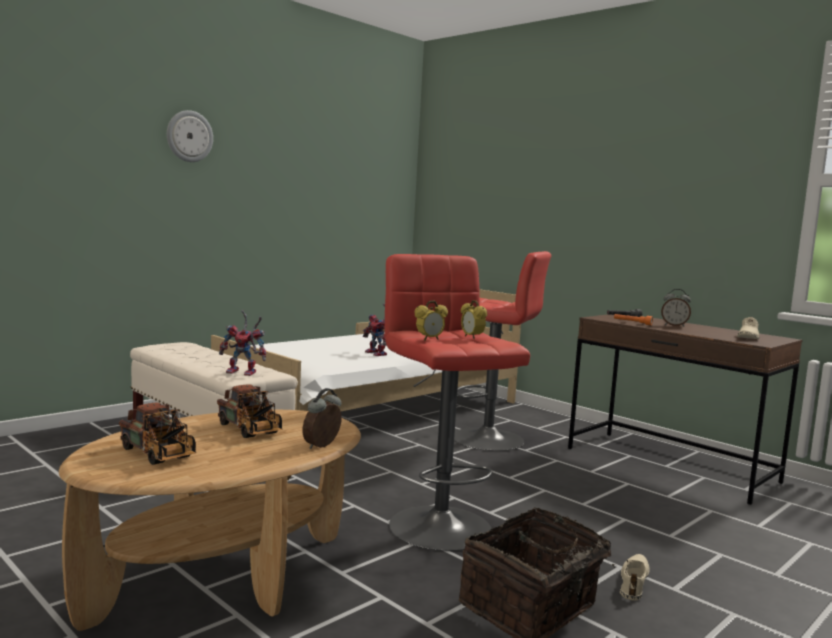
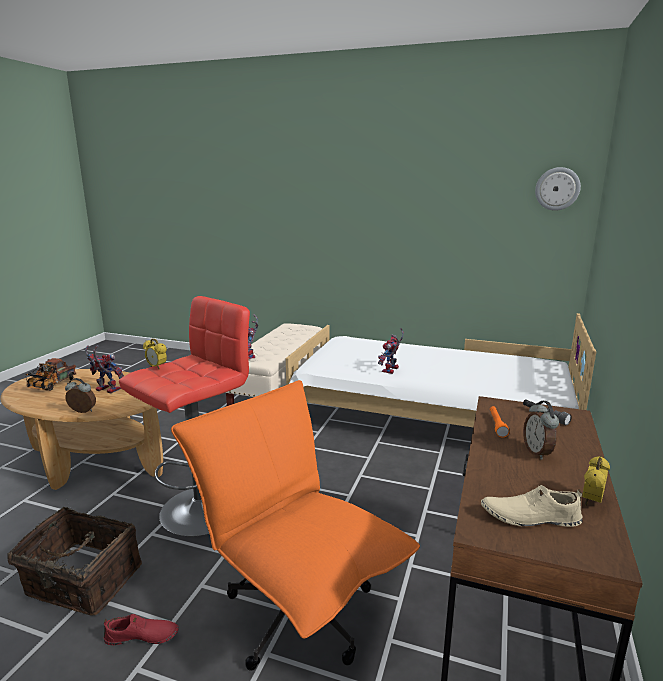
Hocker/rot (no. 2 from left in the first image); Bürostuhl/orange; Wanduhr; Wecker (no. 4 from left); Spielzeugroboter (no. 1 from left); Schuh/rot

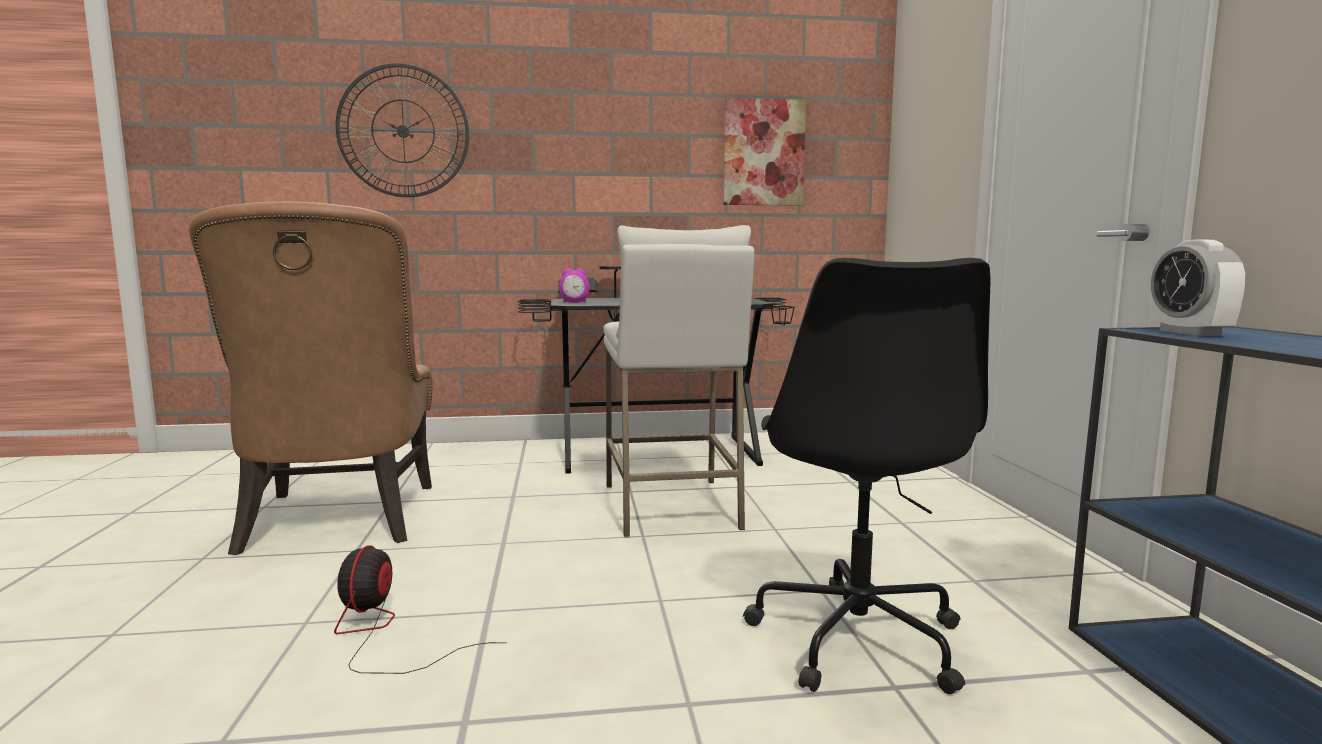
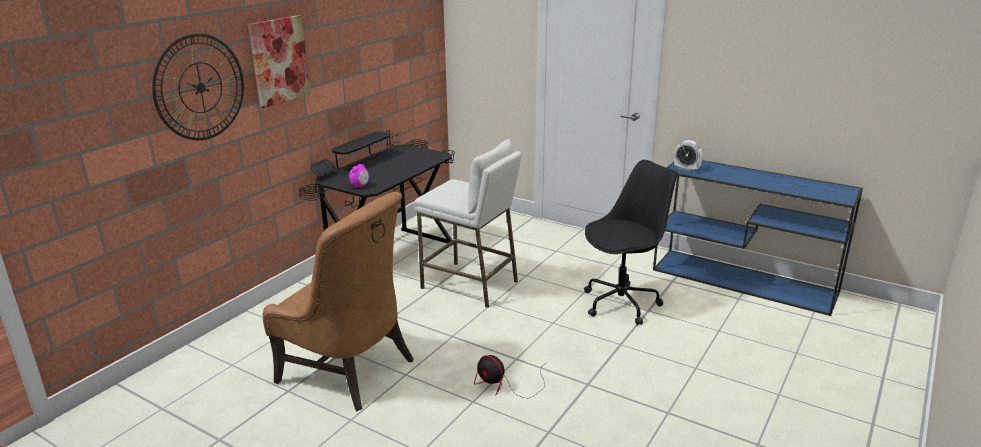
Bild; Bürostuhl/schwarz

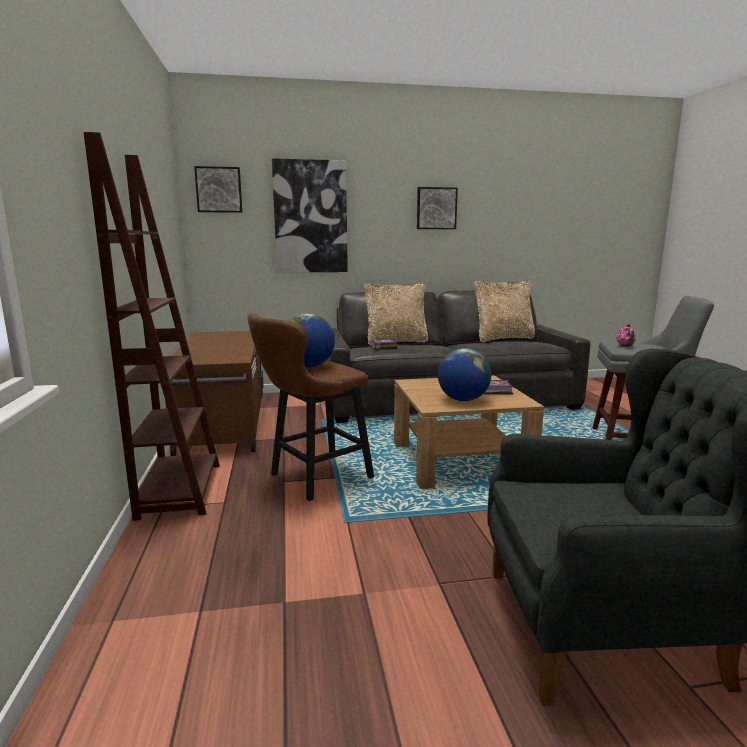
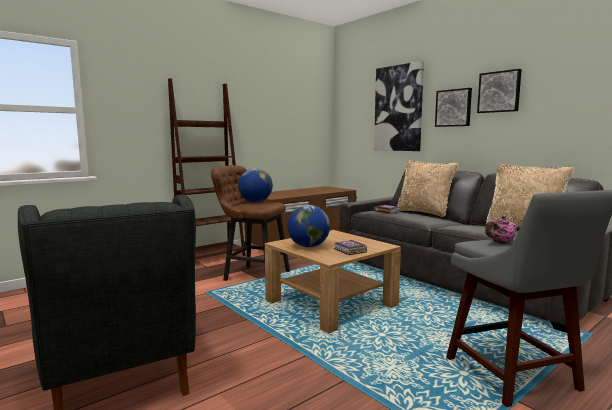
Bild (no. 2 from left)

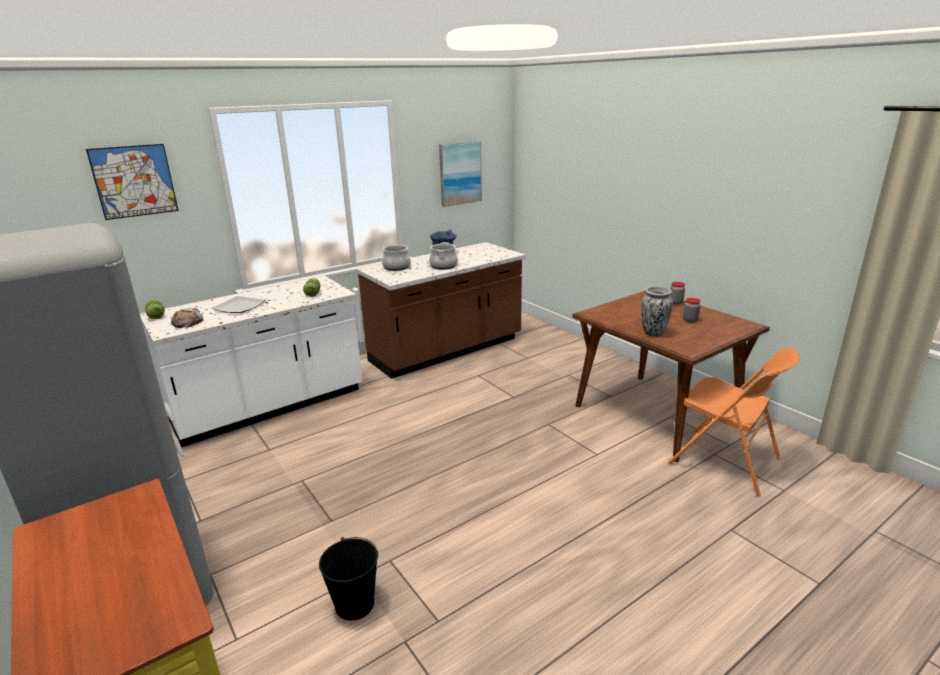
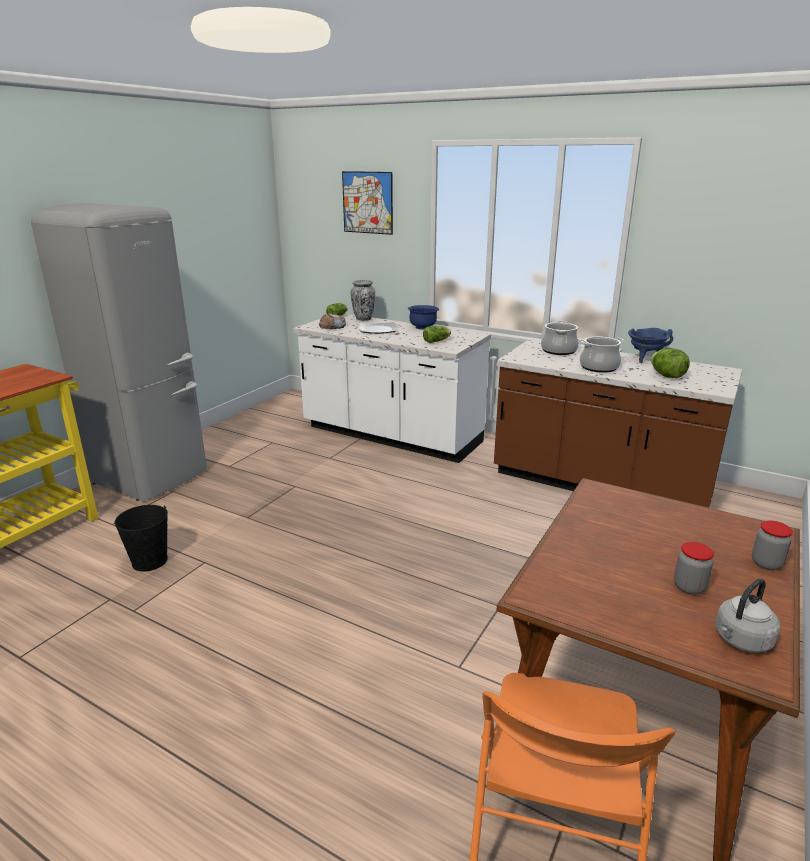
Bild (no. 2 from left in the first image); Schüssel/blau; Salatkopf (no. 3 from left); Wasserkessel/grau; Vase

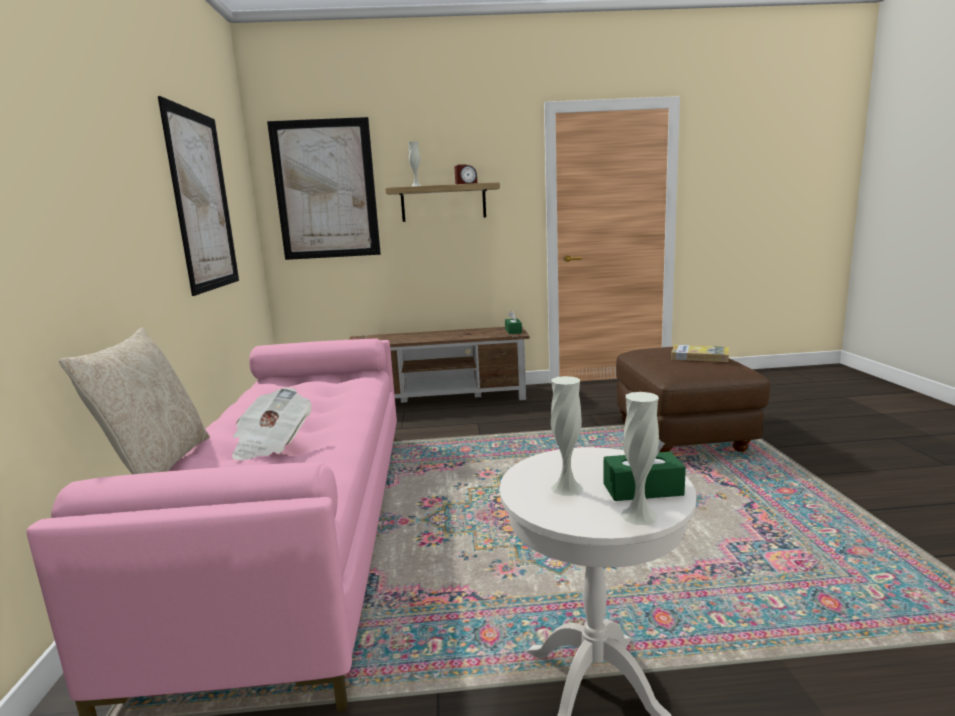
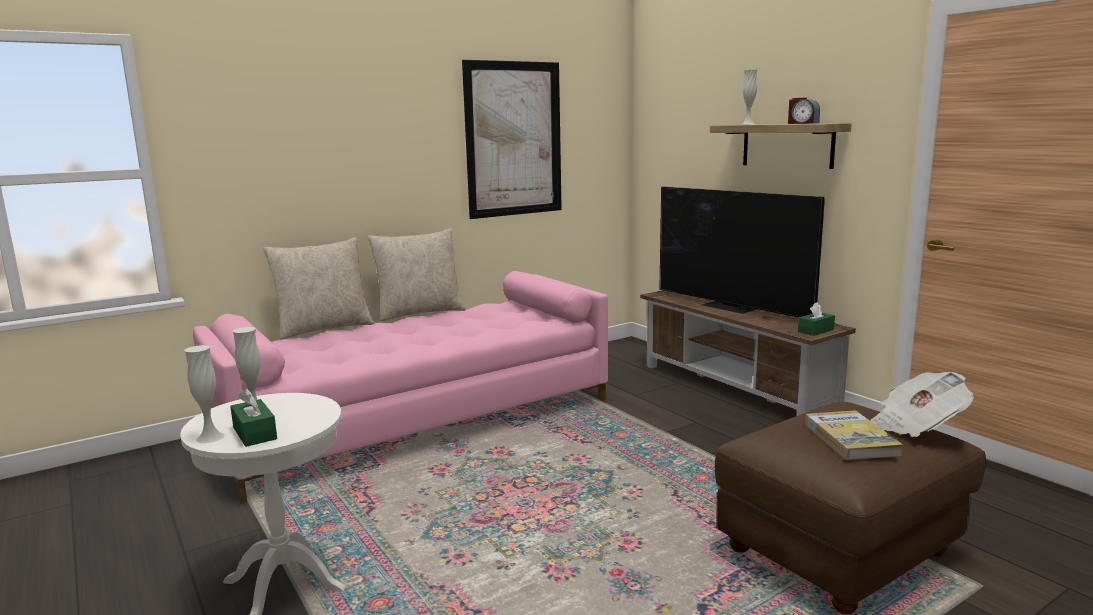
Bild (no. 2 from left in the first image); Kissen/beige (no. 2 from left); Fernseher; Zeitung

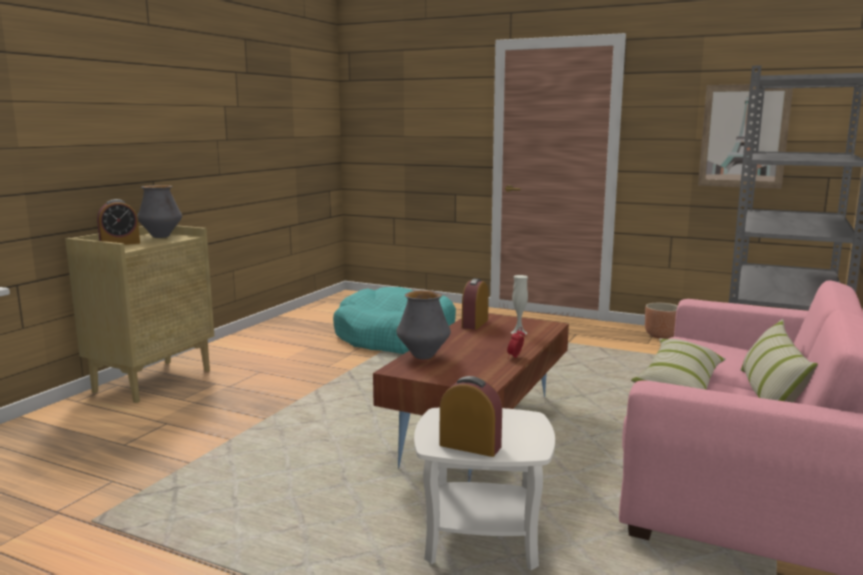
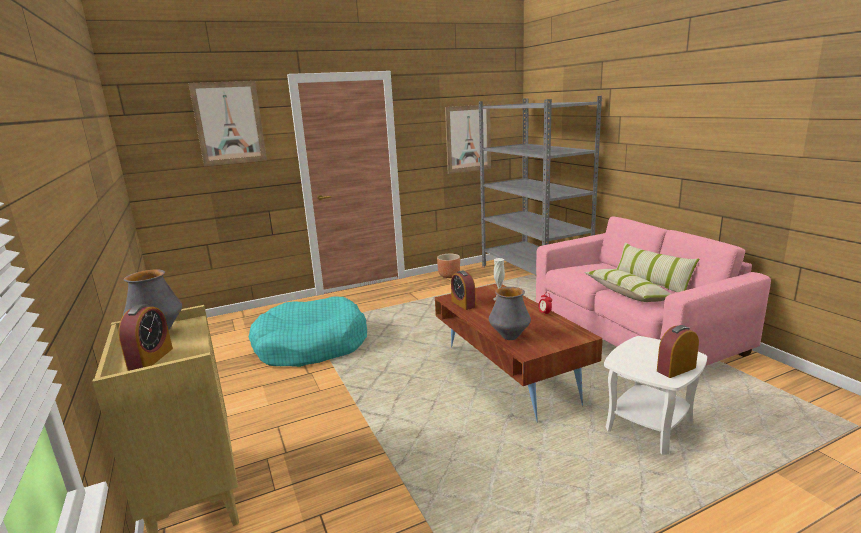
Bild (no. 1 from left)

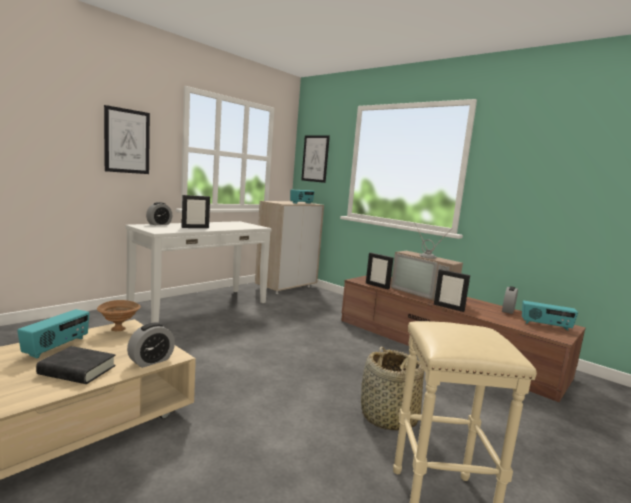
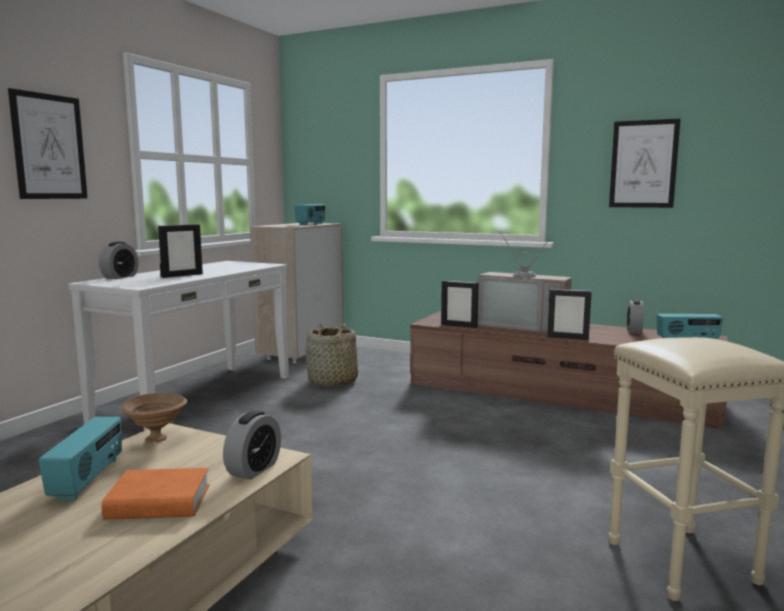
Bild (no. 2 from left); Korb; Buch/orange

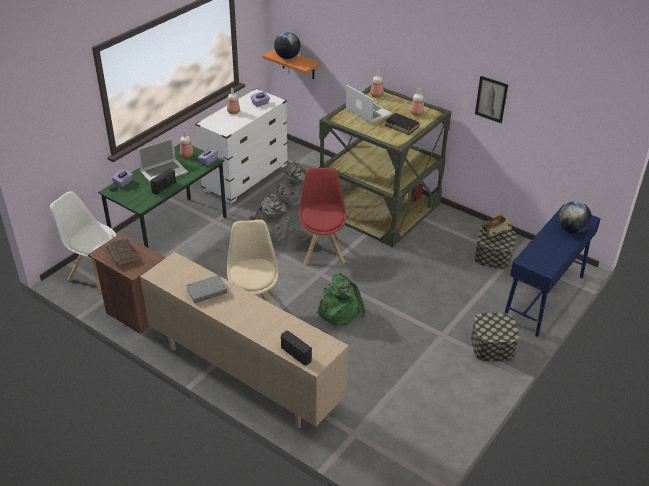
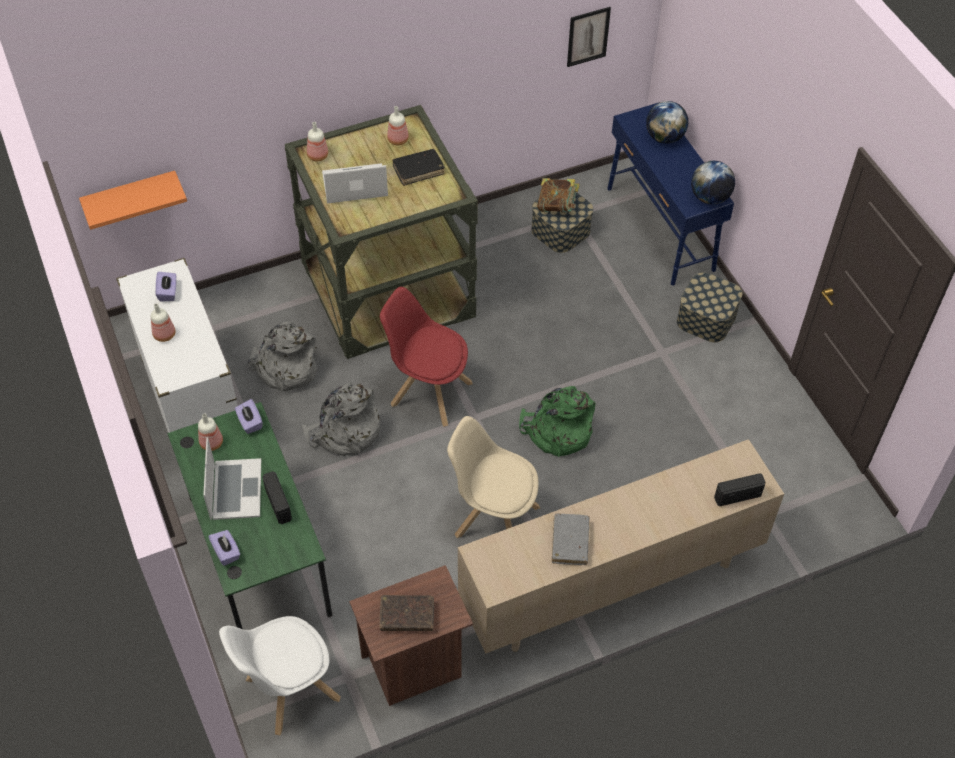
Globus (no. 2 from left); Bild

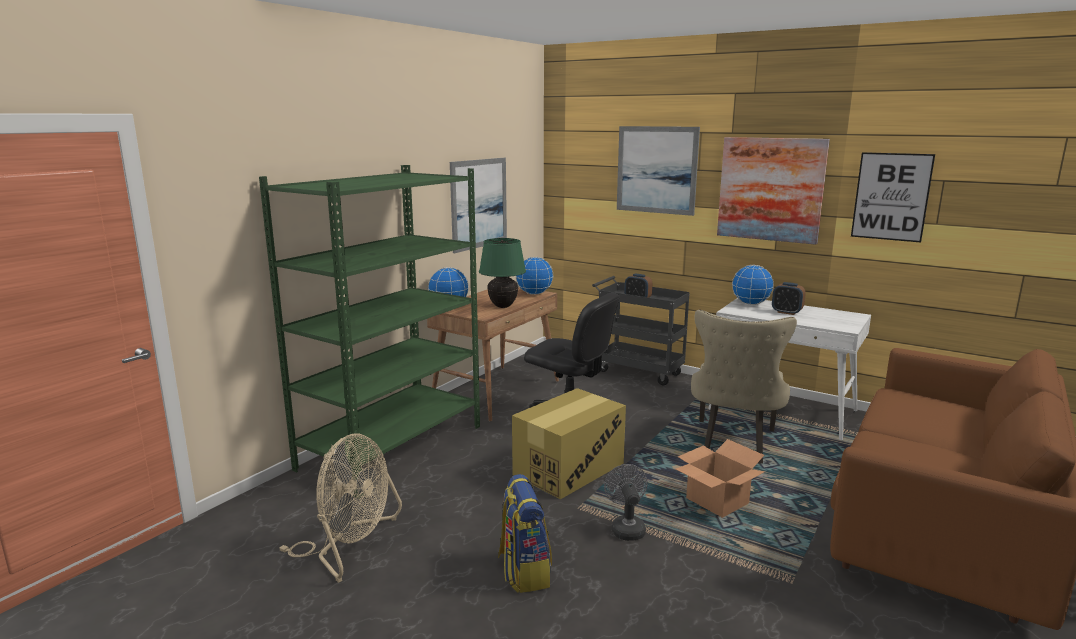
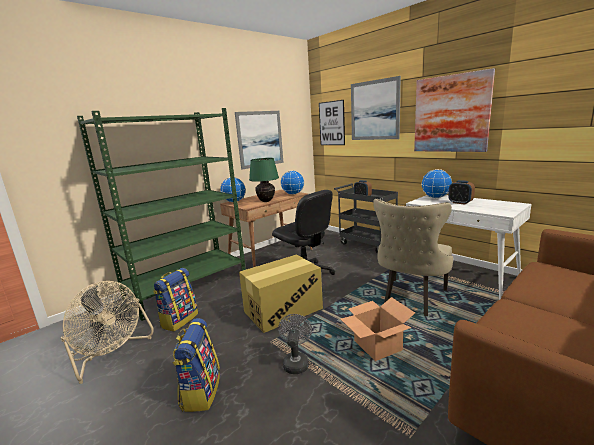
Rucksack (no. 1 from left); Bild (no. 2 from left)

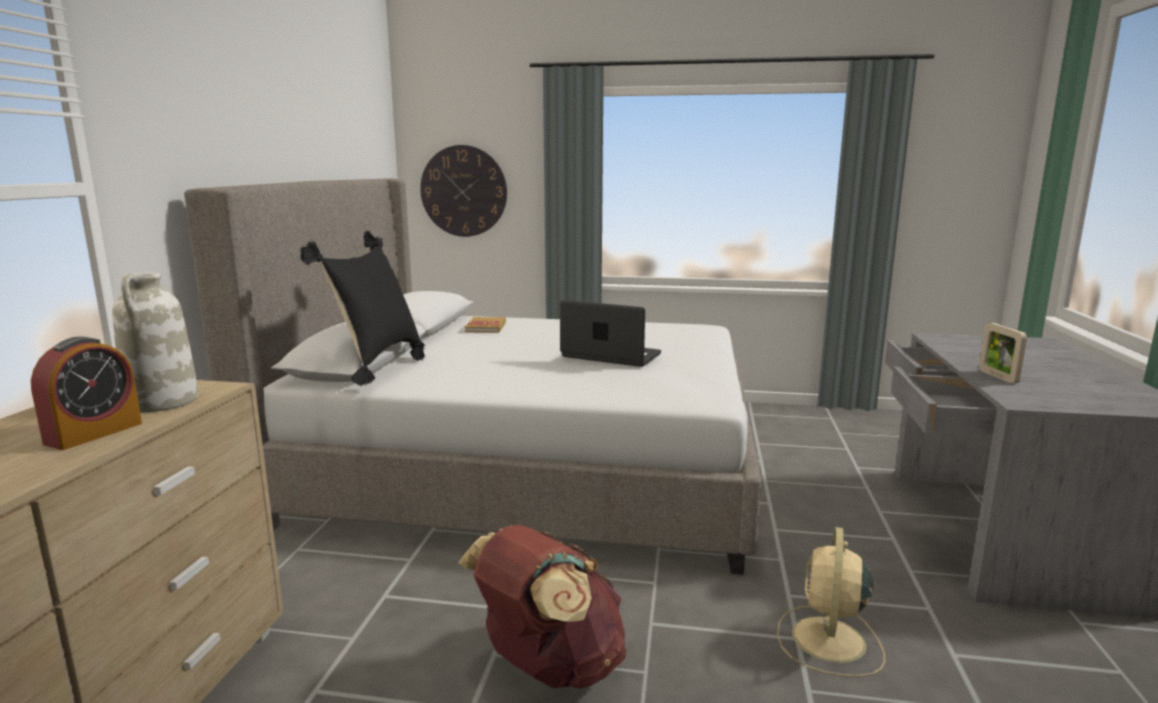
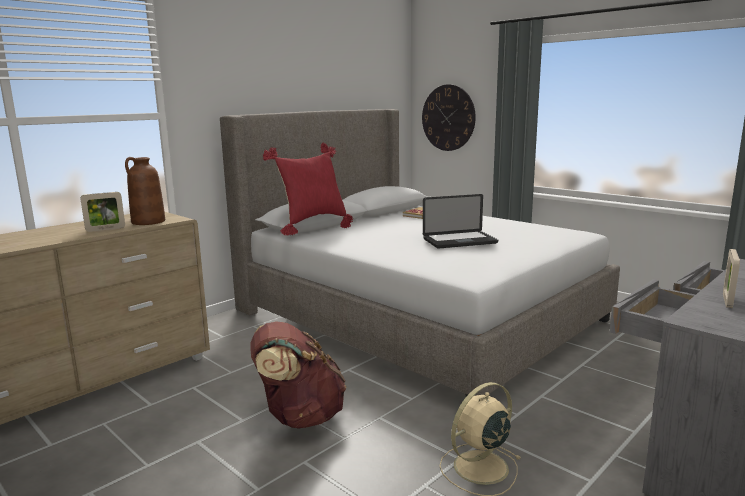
Bilderrahmen (no. 1 from left); Vase/braun; Kissen/rot; Laptop

